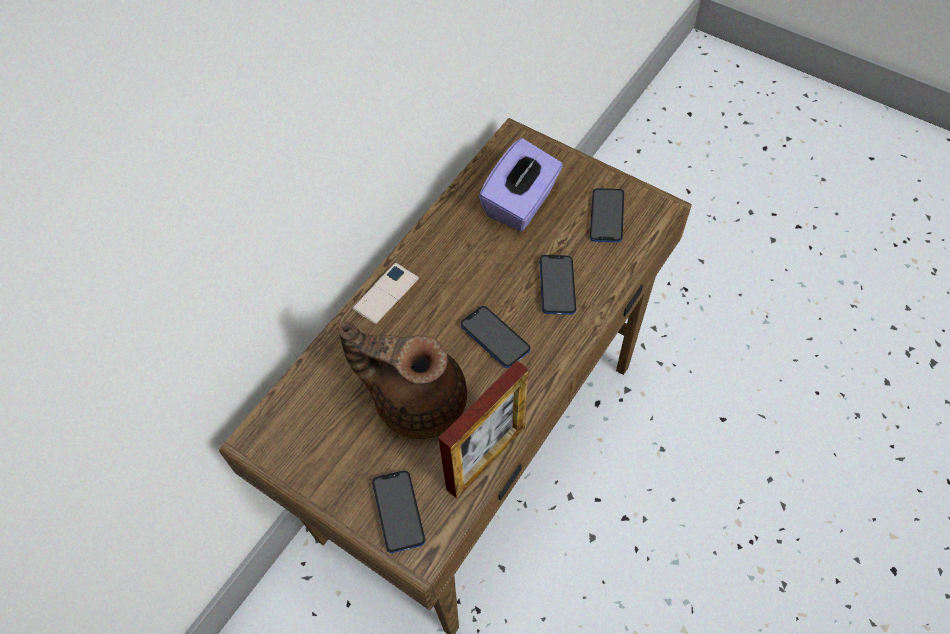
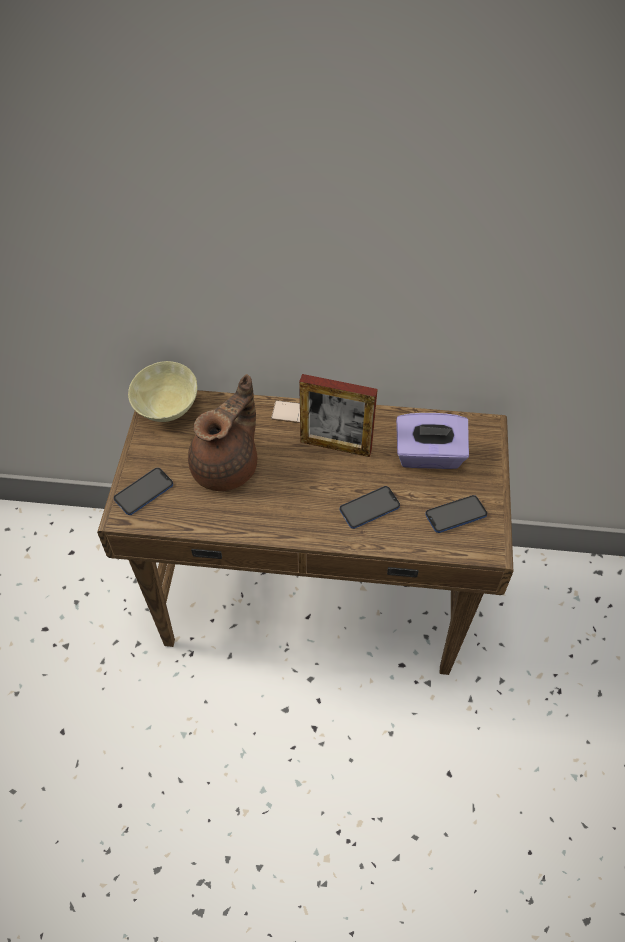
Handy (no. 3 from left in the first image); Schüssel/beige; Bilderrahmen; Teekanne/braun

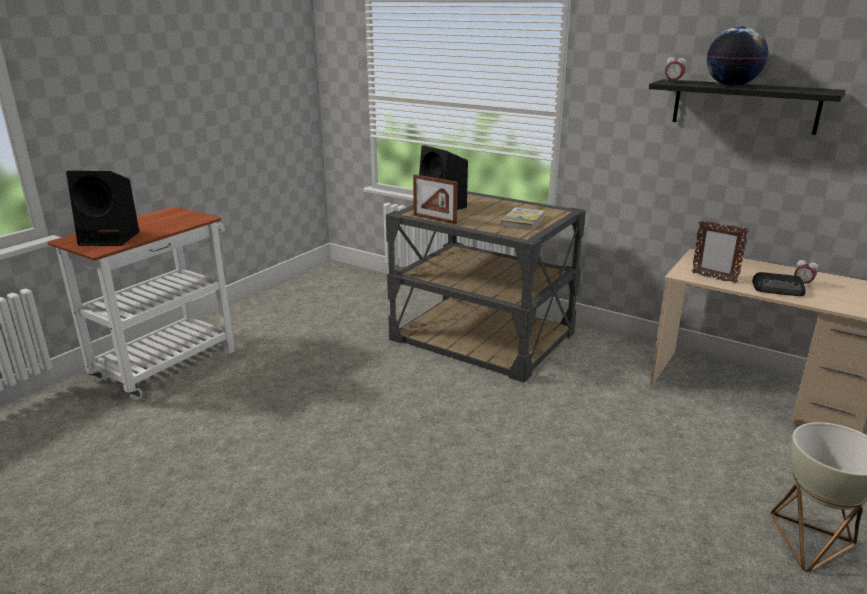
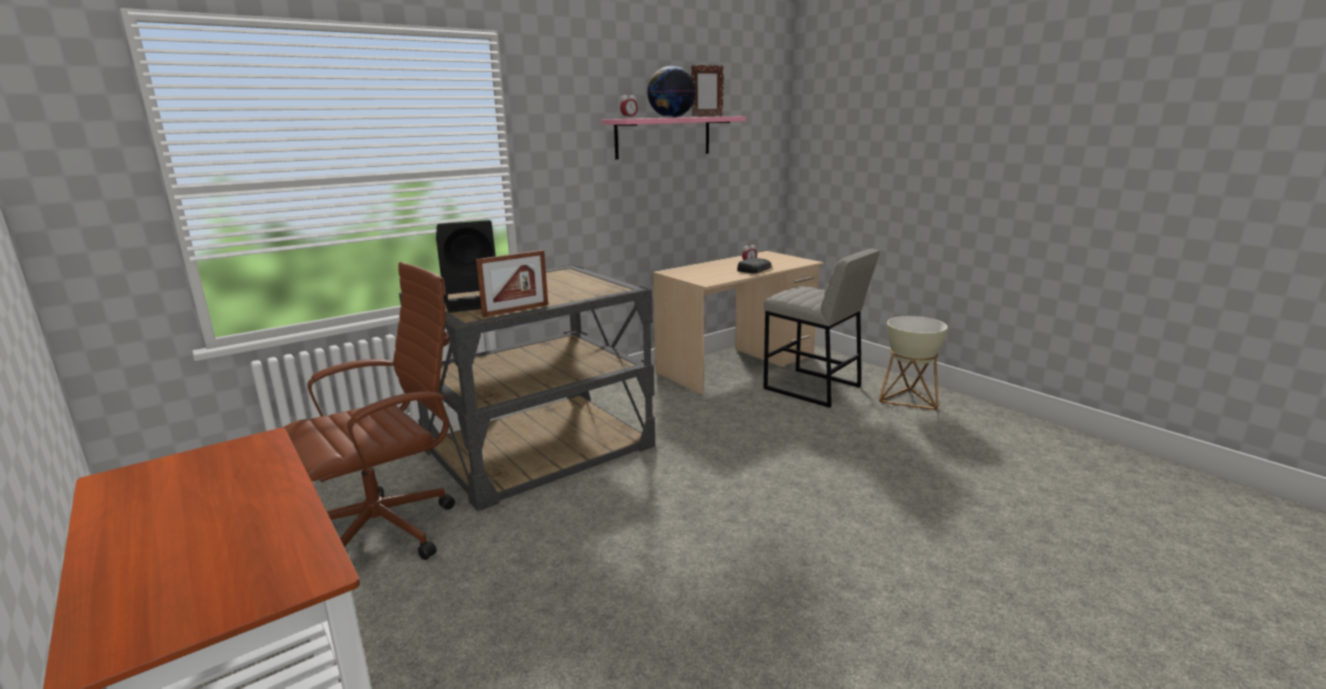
Lautsprecher/schwarz (no. 1 from left in the first image); Buch; Bürostuhl/braun; Stuhl/grau; Bilderrahmen (no. 2 from left); Wandregal/rosa

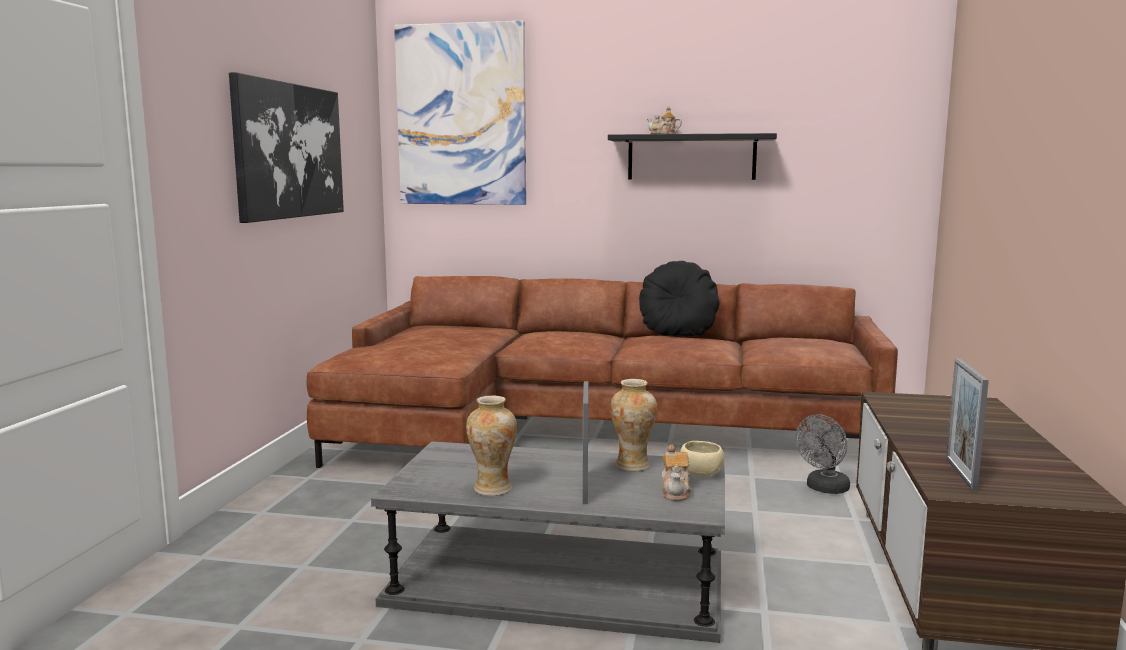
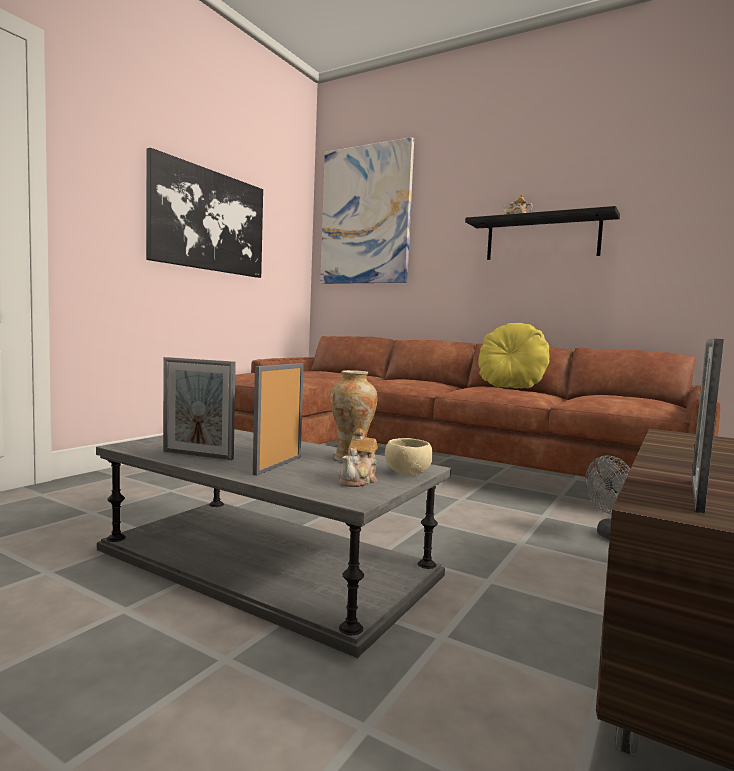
Bilderrahmen (no. 1 from left); Kissen/gelb

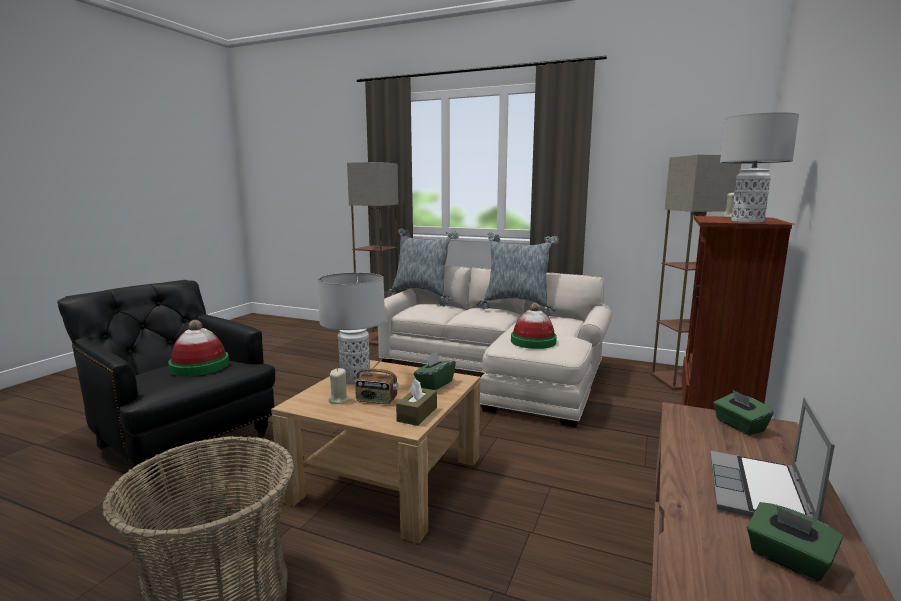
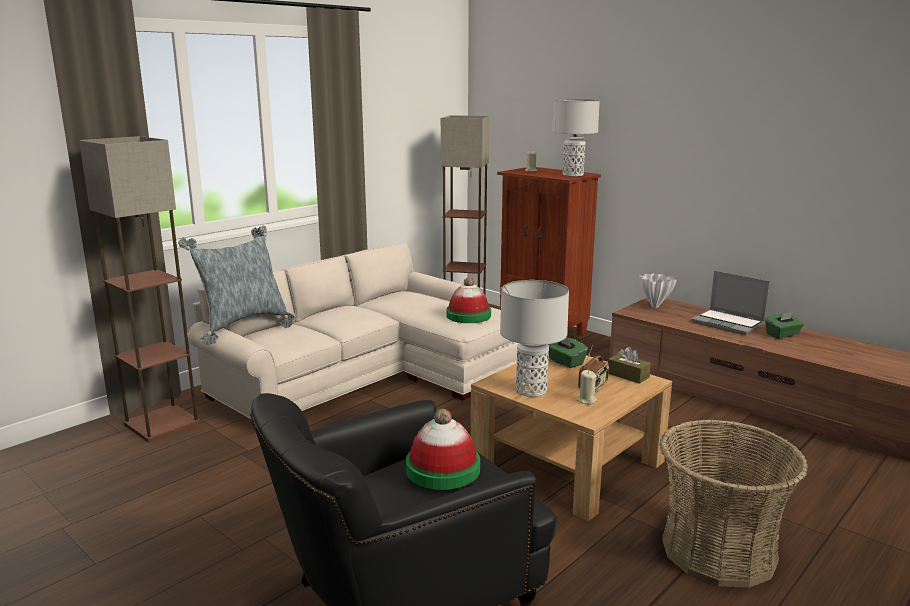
Kissen (no. 2 from left in the first image); Vase/weiß

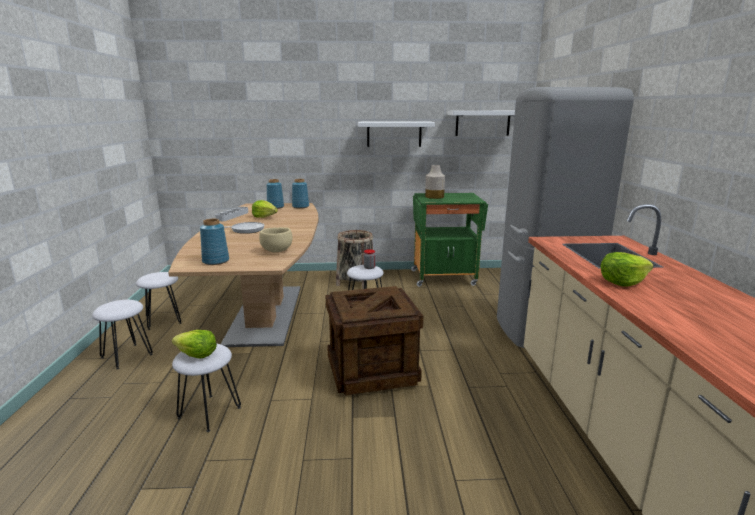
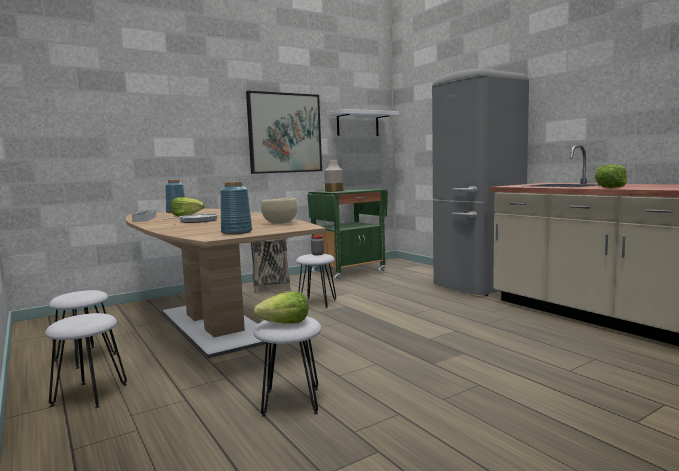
Vase/blau (no. 3 from left in the first image); Kiste; Bild

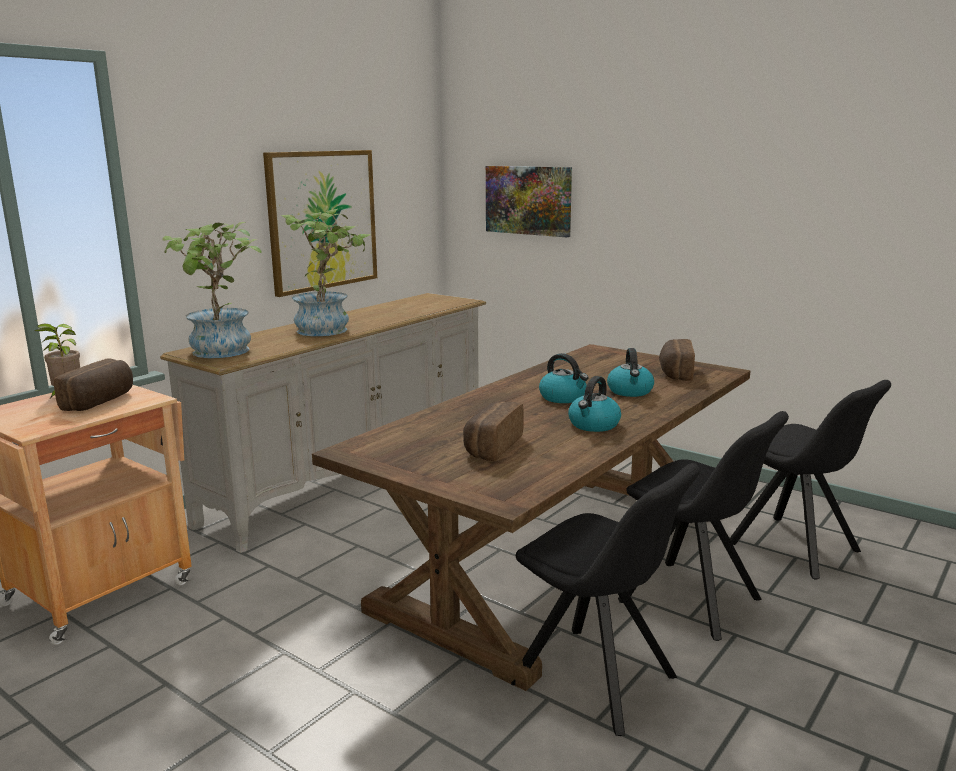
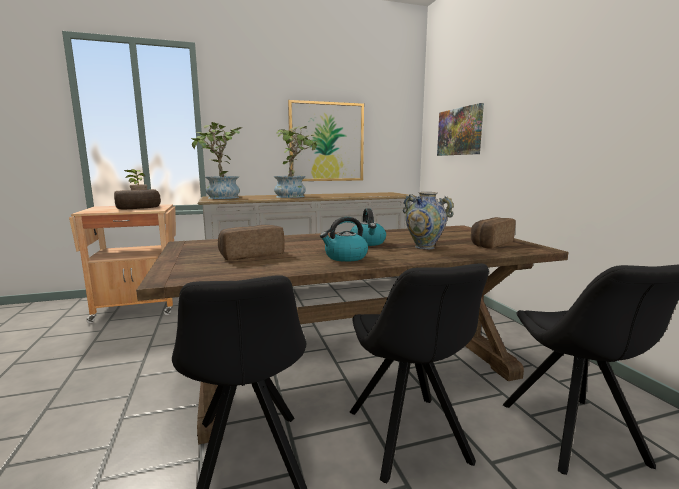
Vase

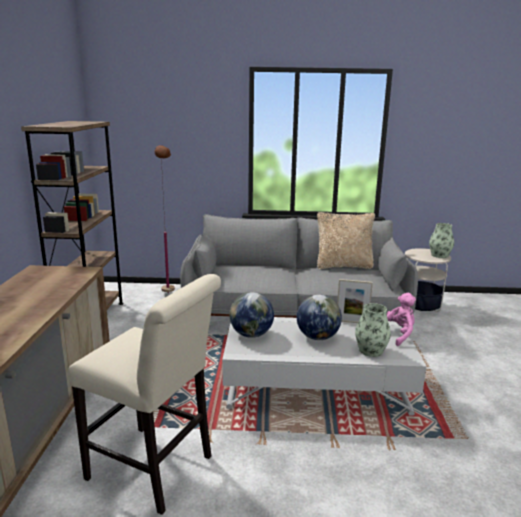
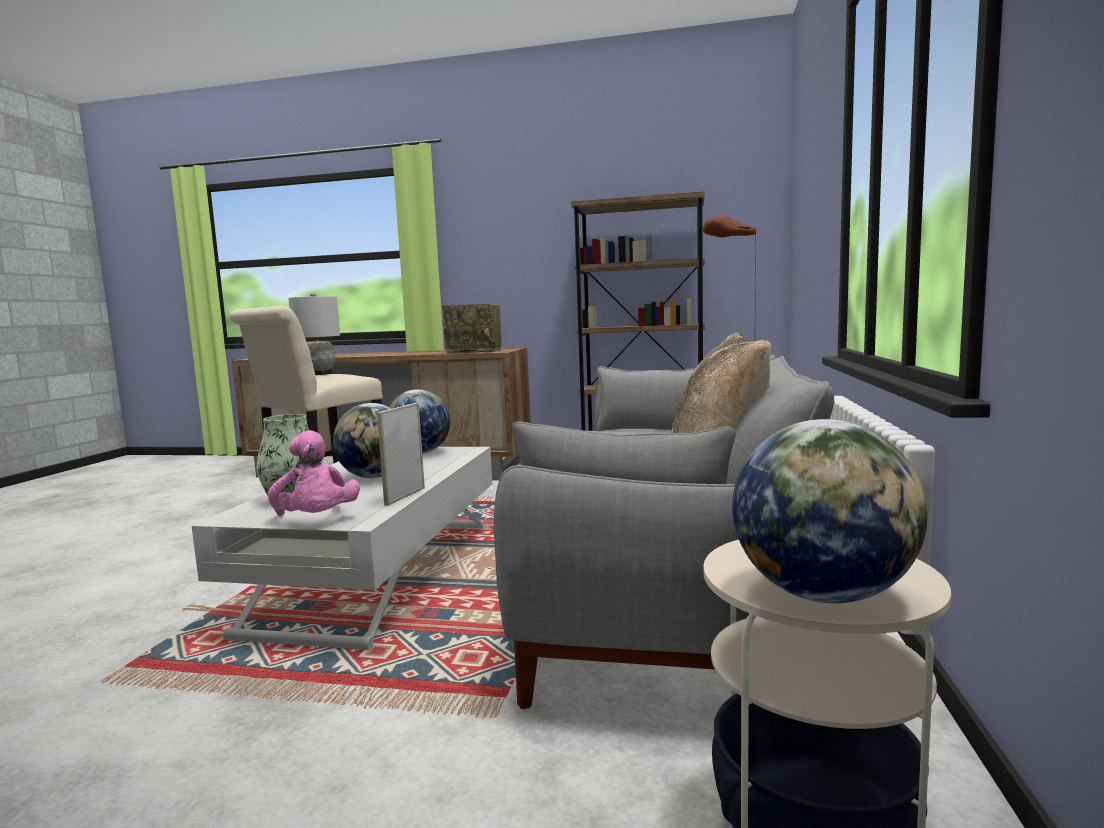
Tischlampe/weiß; Radio; Globus (no. 3 from left)

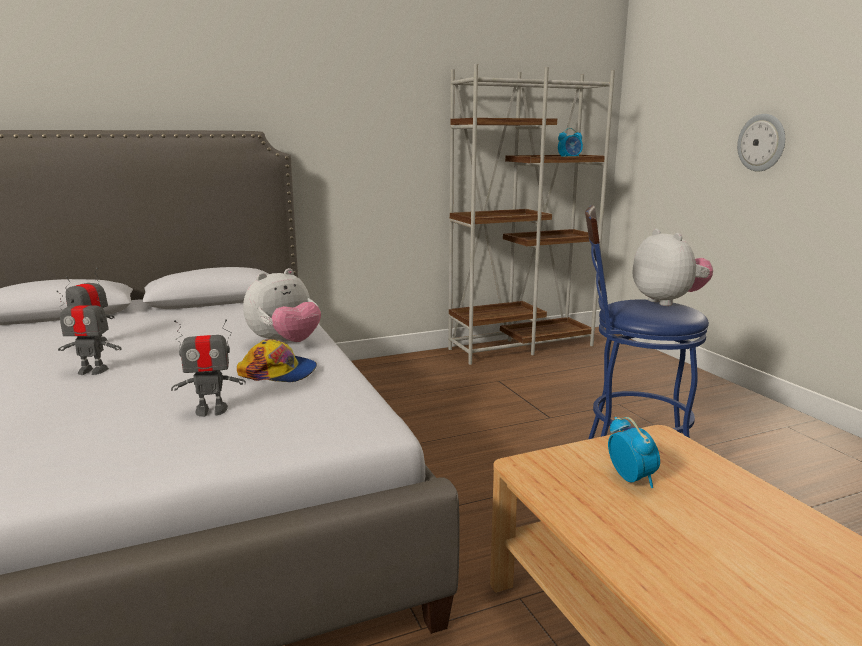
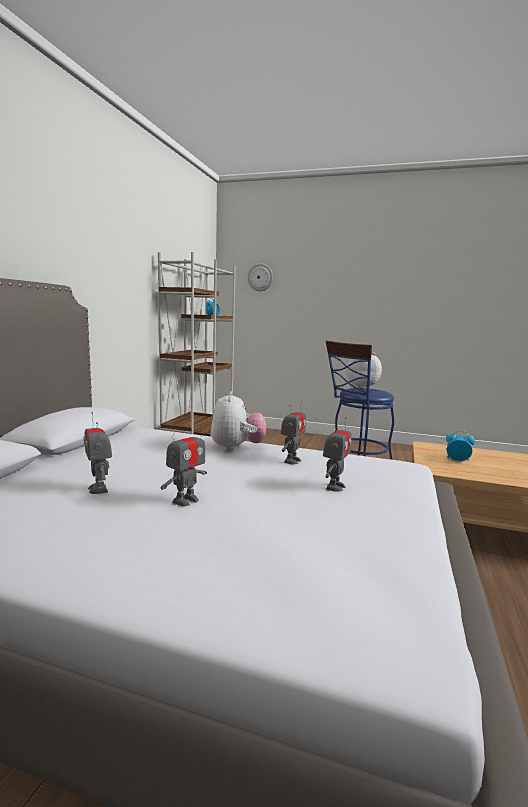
Wanduhr; Spielzeugroboter (no. 3 from left)

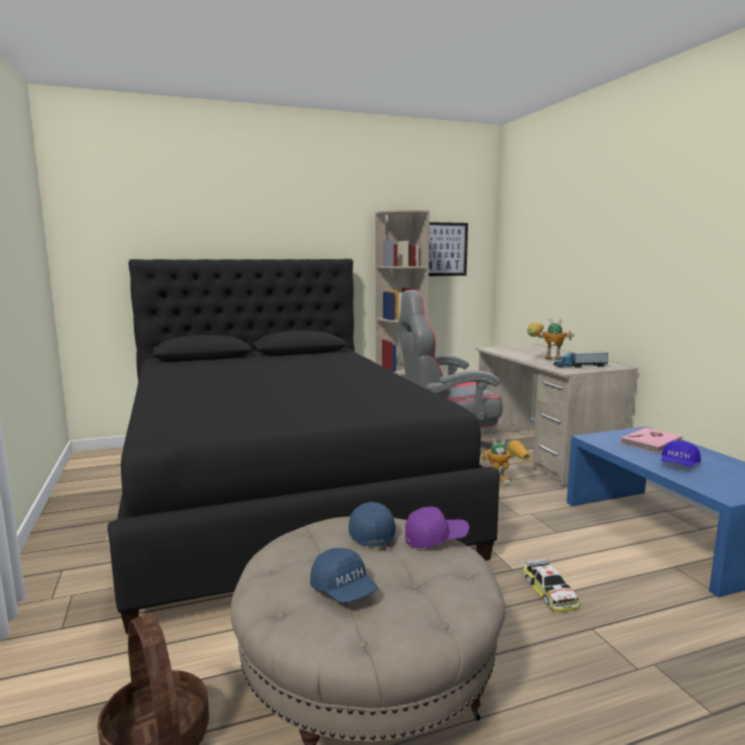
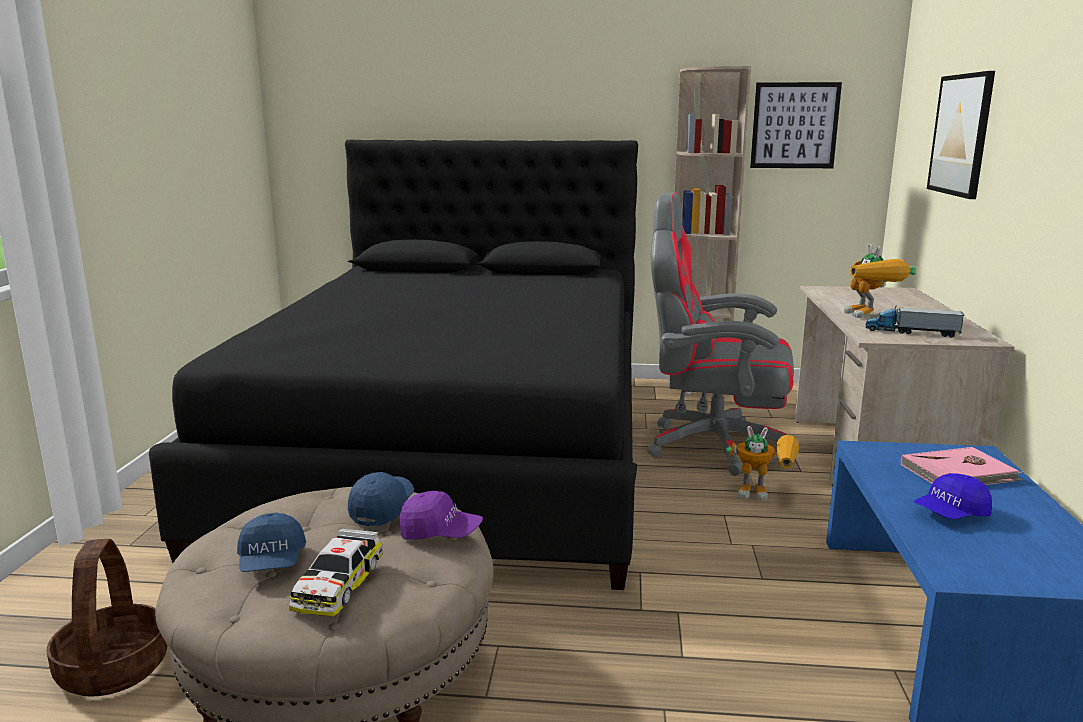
Bild (no. 2 from left); Spielzeugauto; Spielzeugroboter (no. 2 from left)

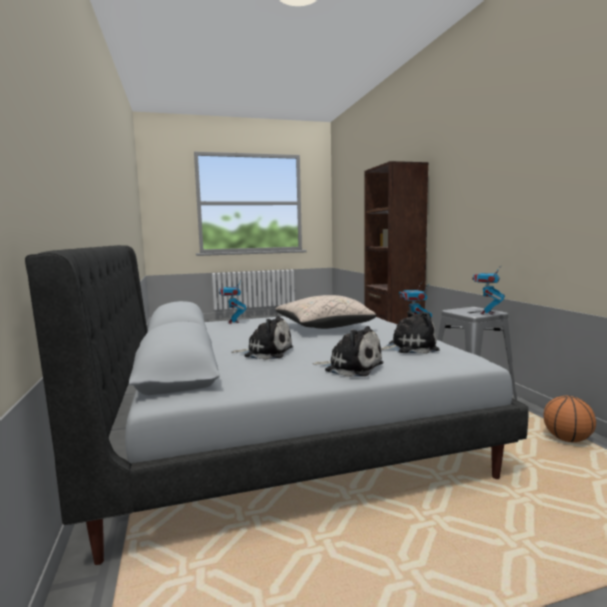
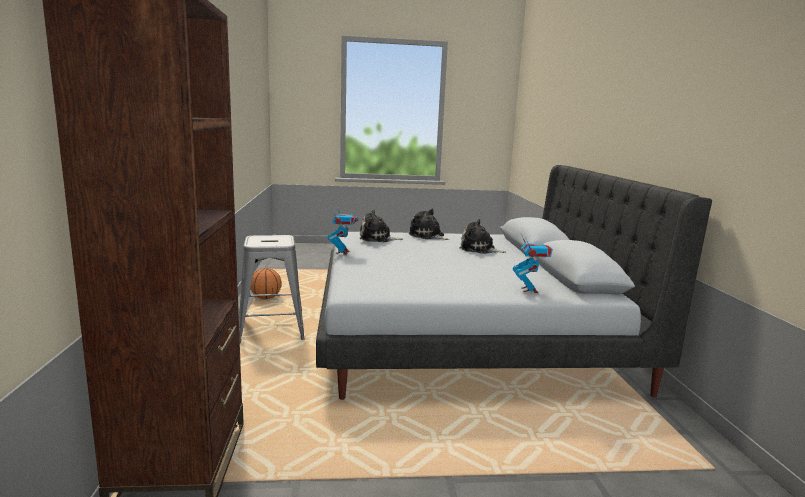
Kissen/beige; Spielzeugroboter (no. 3 from left in the first image)

